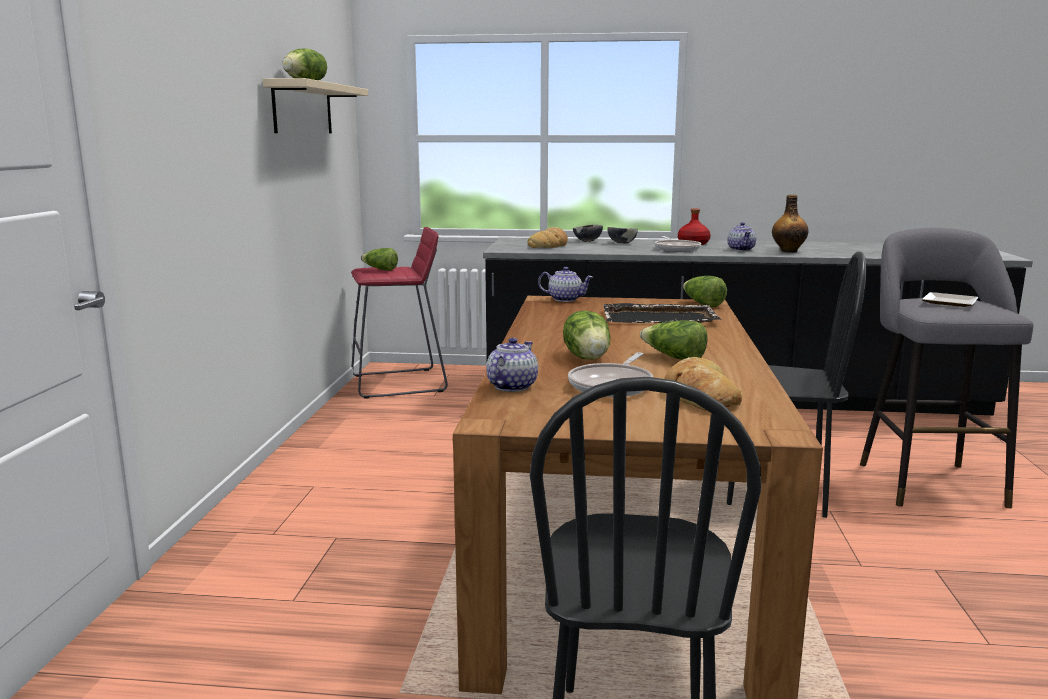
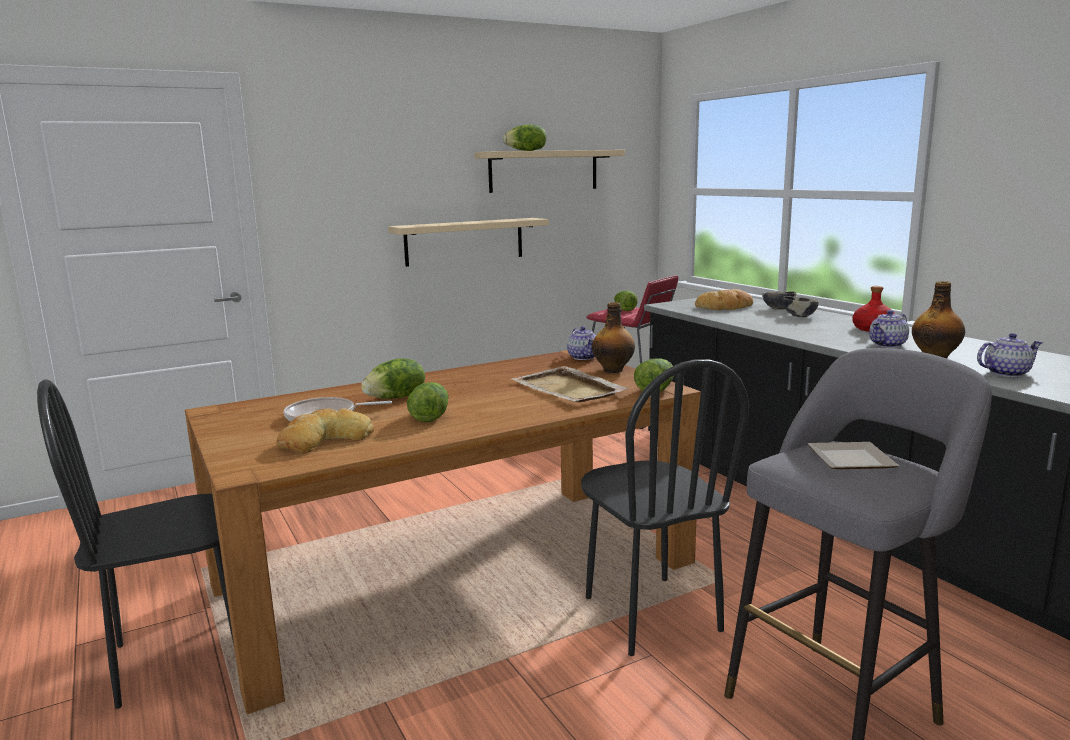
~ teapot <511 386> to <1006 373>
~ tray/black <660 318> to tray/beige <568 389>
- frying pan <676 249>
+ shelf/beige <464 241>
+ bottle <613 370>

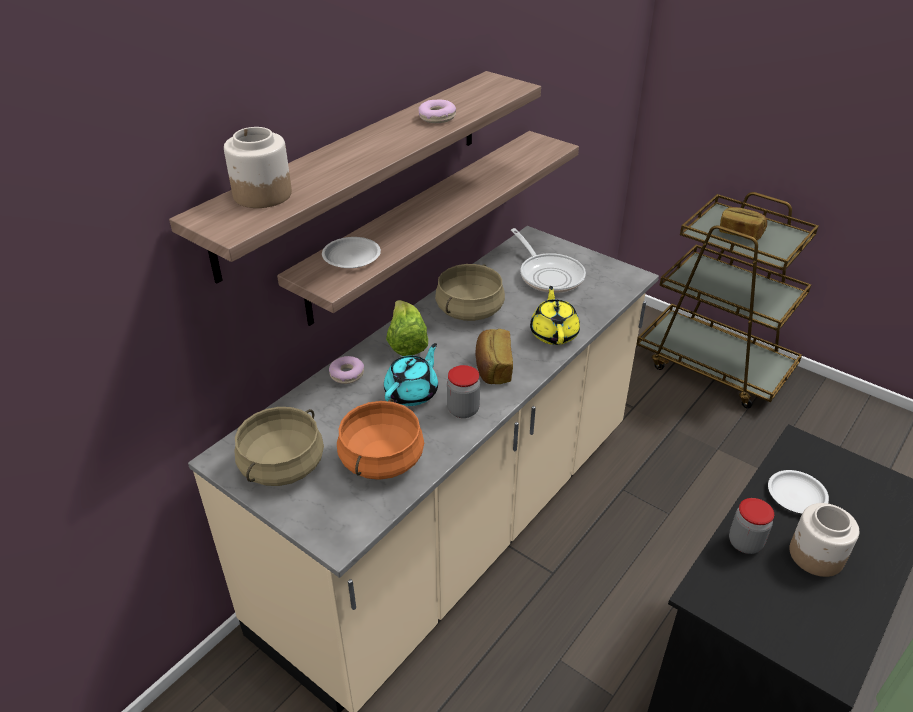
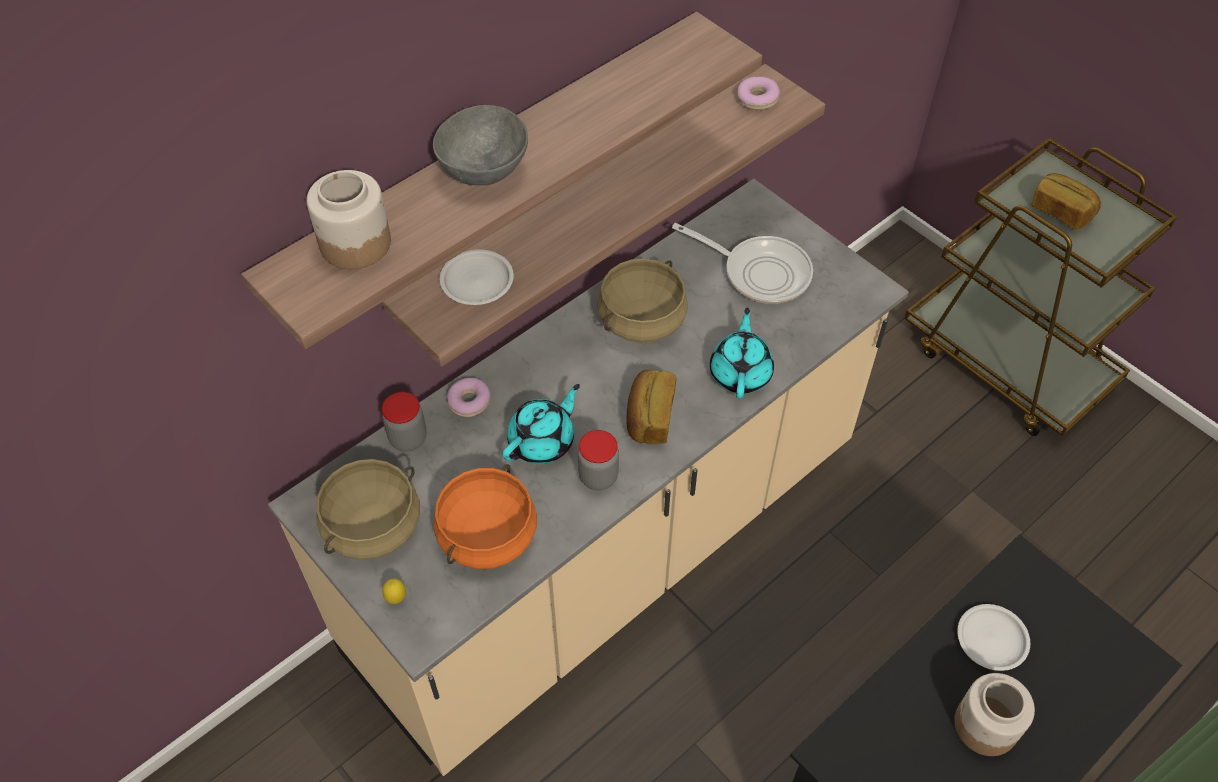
- lettuce <406 343>
~ donut <437 117> to <757 99>
~ frying pan <548 275> = <760 272> 45 degrees counterclockwise
~ teapot/yellow <554 333> to teapot/turquoise <740 372>
~ jar <745 543> to <408 438>
+ lemon <396 599>
+ bowl/grey <486 169>

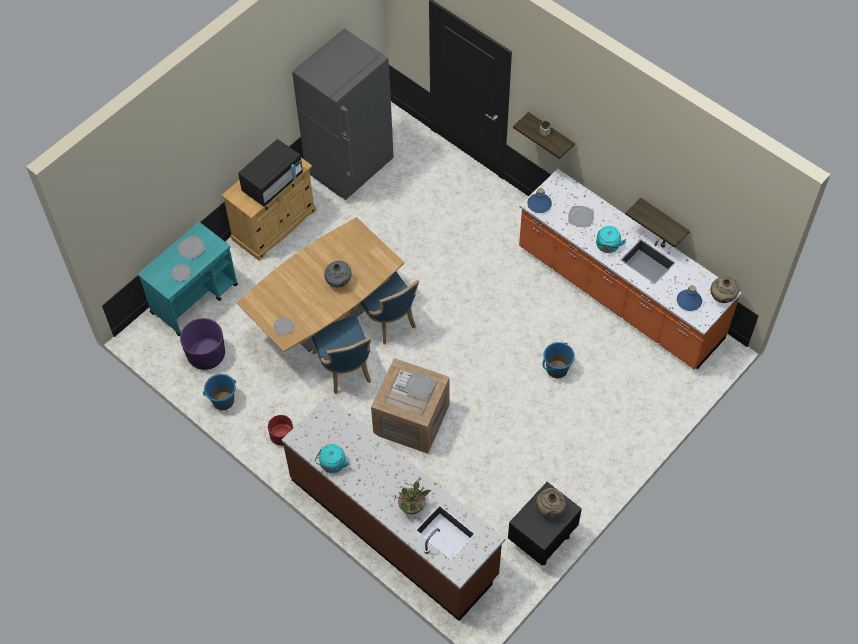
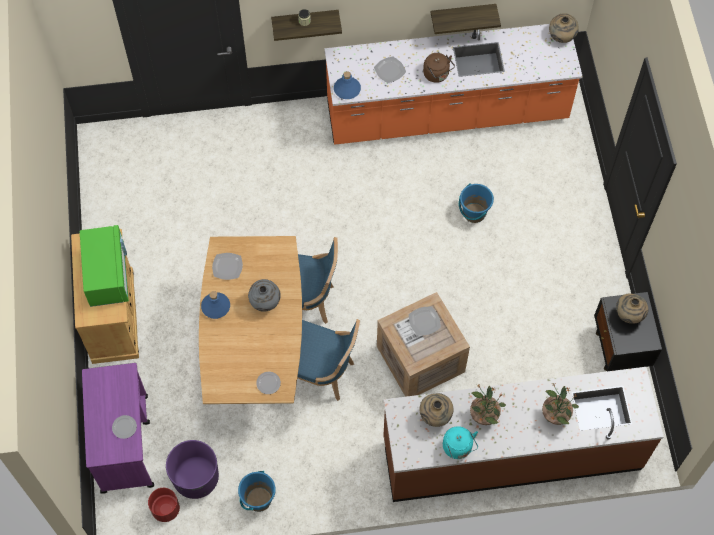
~ cart/turquoise <195 298> to cart/purple <125 442>
~ plate <191 248> to <227 267>
~ microwave/black <273 183> to microwave/green <108 275>
~ planter/red <282 436> to <165 509>
- fridge/grey <350 168>
~ kettle/turquoise <607 246> to kettle/brown <437 75>
~ bottle/blue <689 301> to <216 306>
+ vase/beige <435 416>
+ potted plant <484 415>

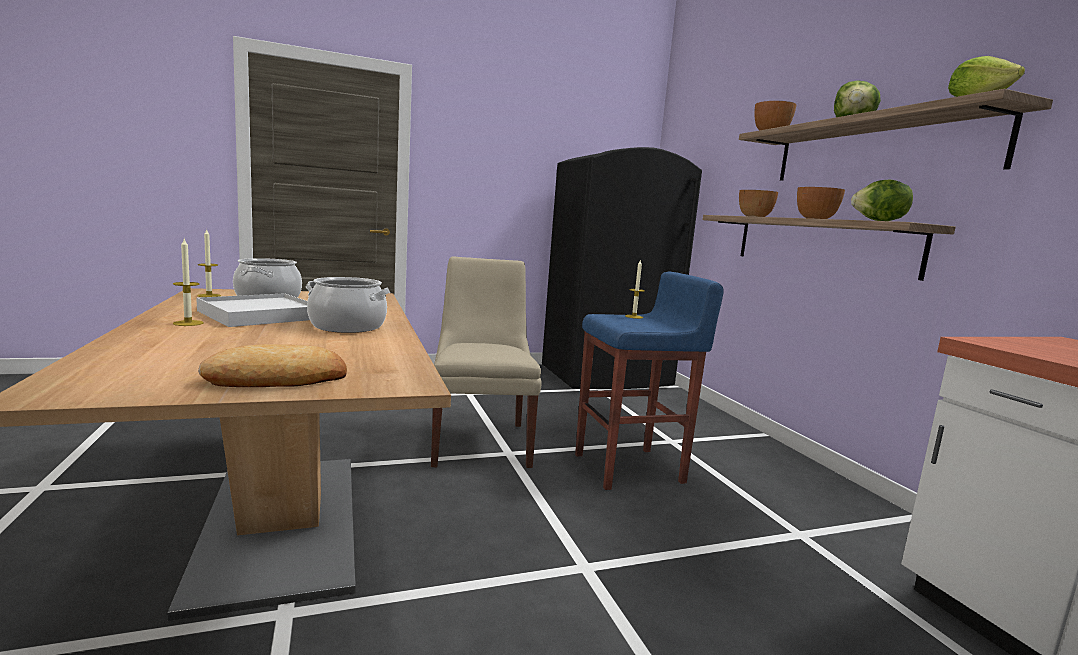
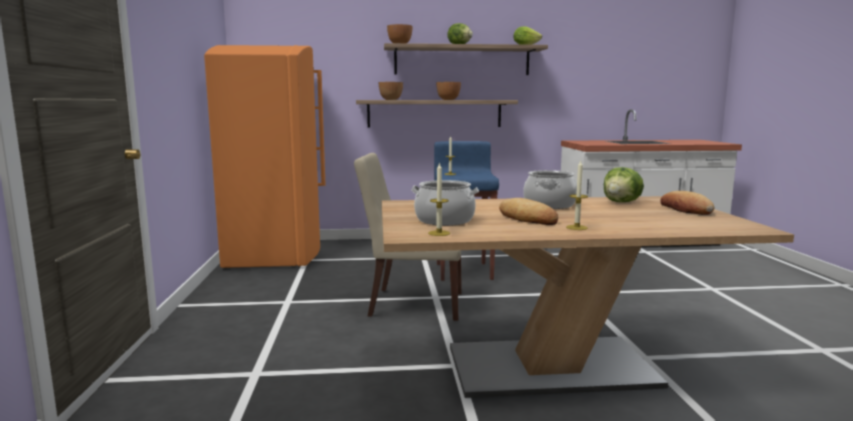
~ tray/white <260 315> to bread <527 218>
~ fridge/black <607 377> to fridge/orange <275 254>
~ lettuce <879 221> to <621 202>

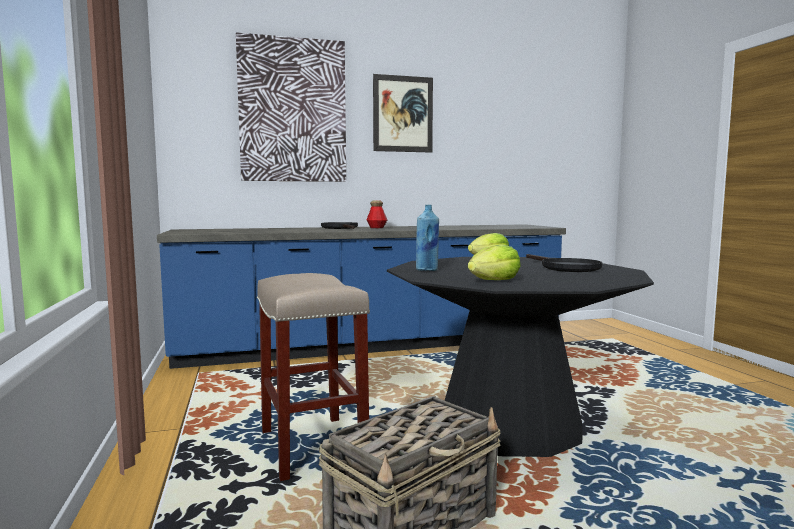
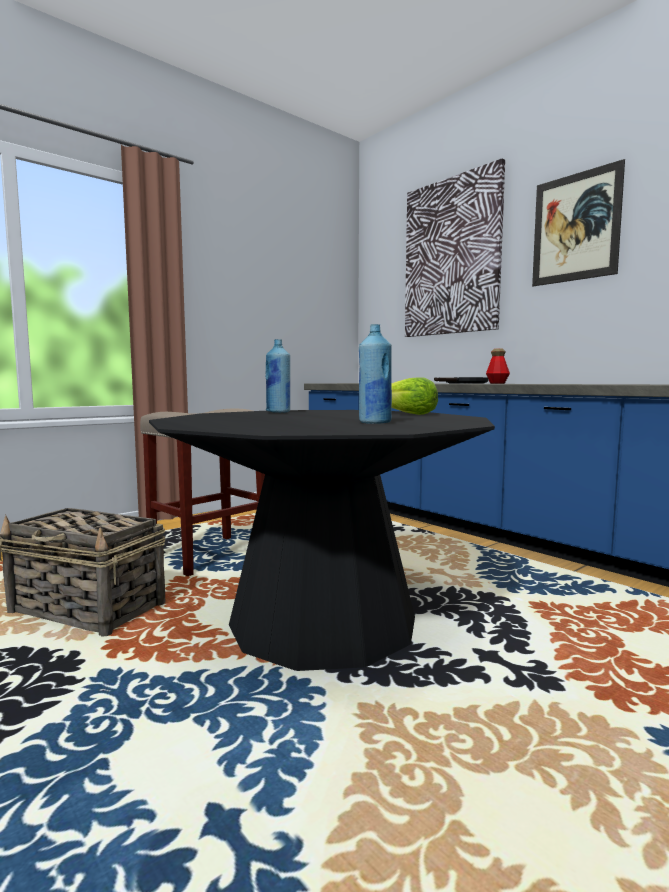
- lettuce <494 281>
~ frying pan/black <565 267> to bottle/blue <374 422>

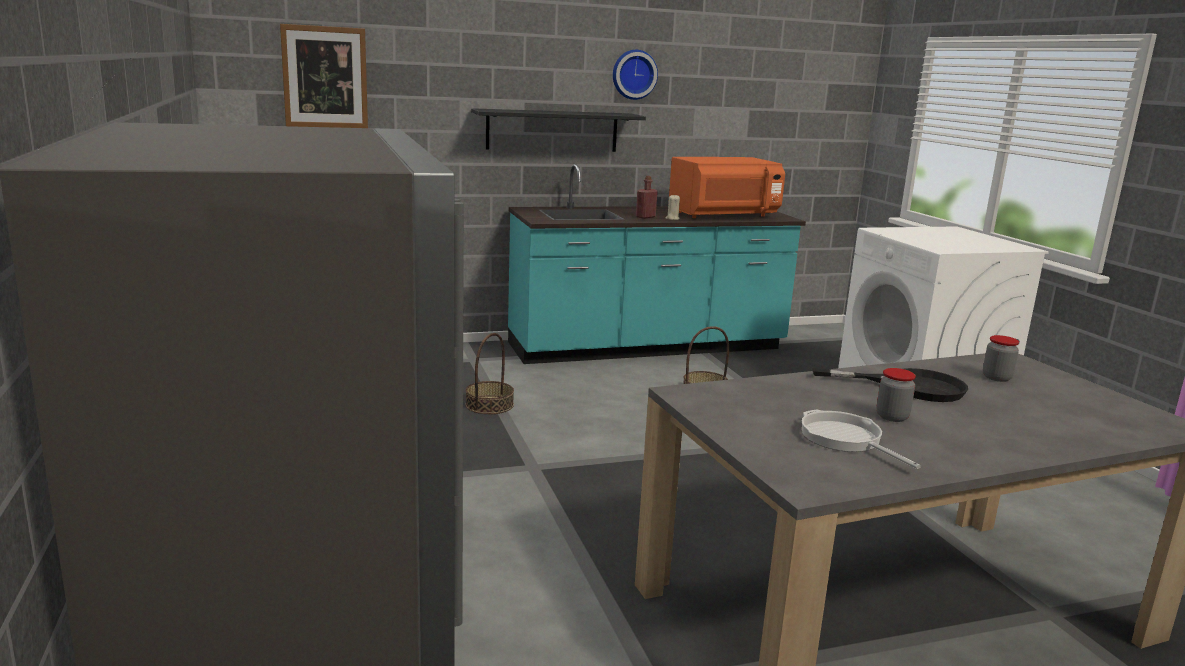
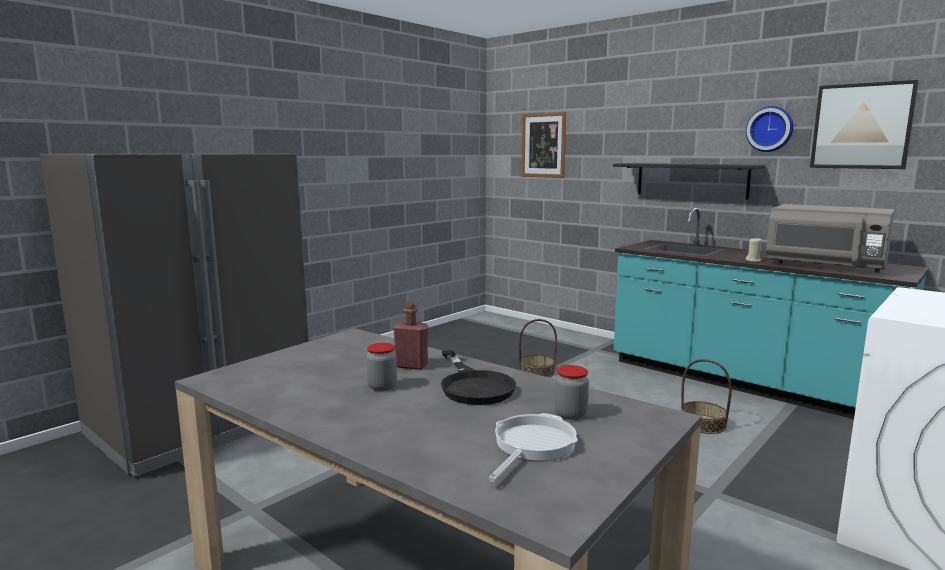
~ bottle/red <645 217> to <411 366>
~ microwave/orange <723 216> to microwave/grey <825 266>
~ frying pan <844 439> to <532 445>
+ picture <861 126>

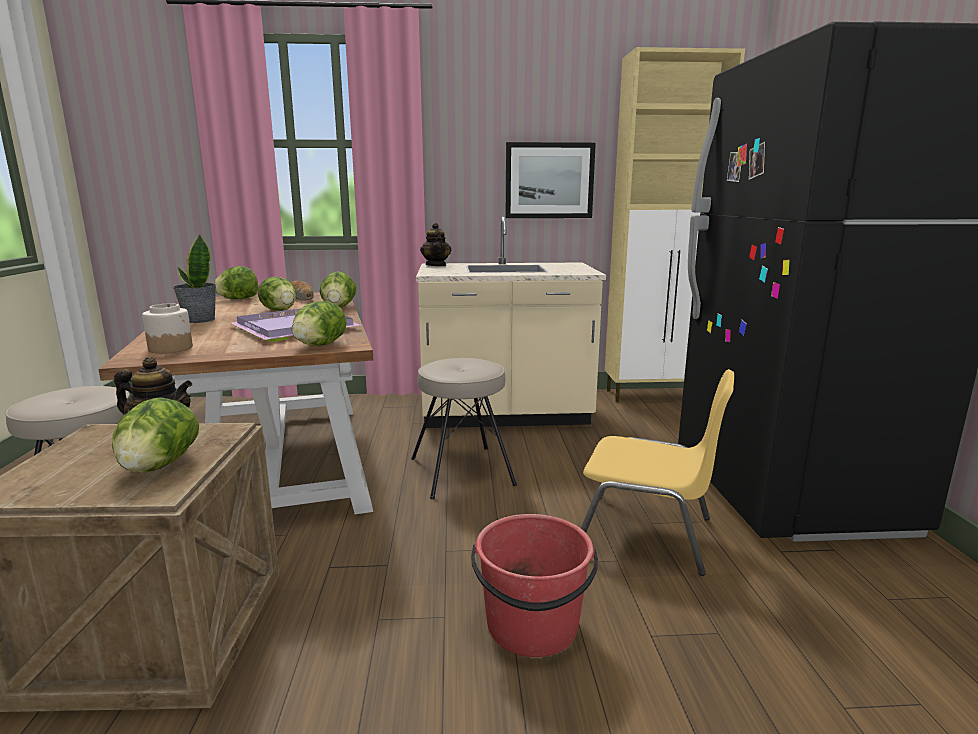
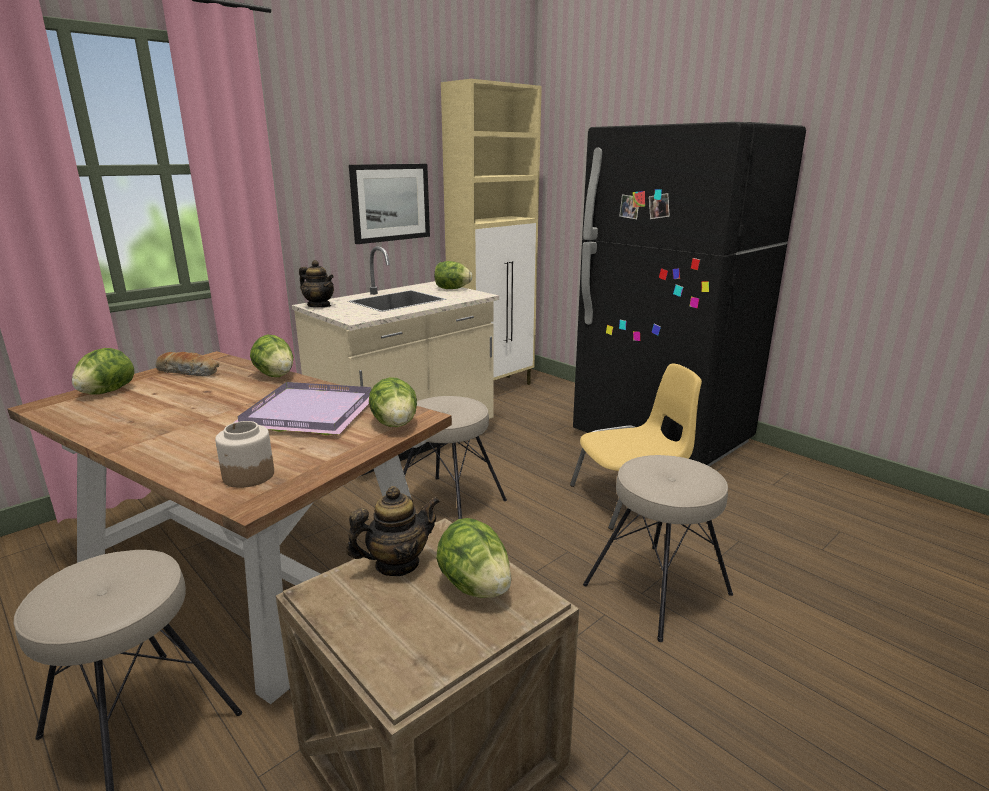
- potted plant <199 320>
~ lettuce <280 310> to <452 289>
~ bucket/red <532 627> to stool/beige <658 590>

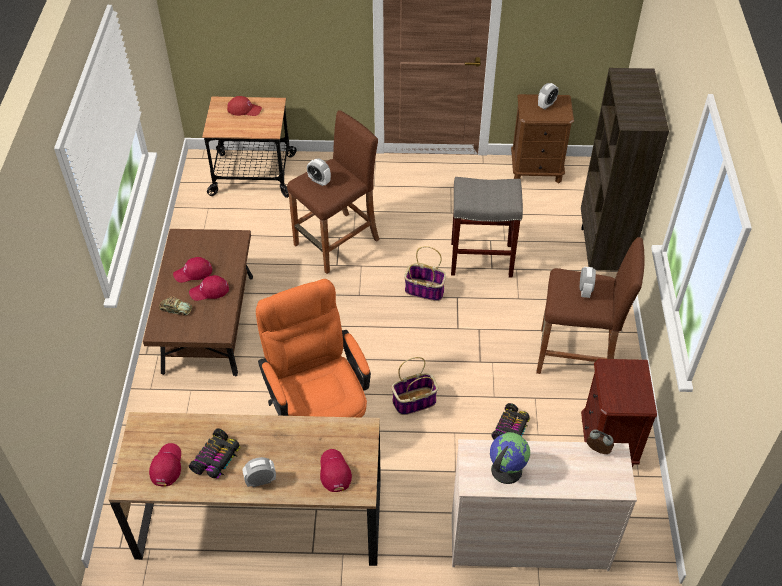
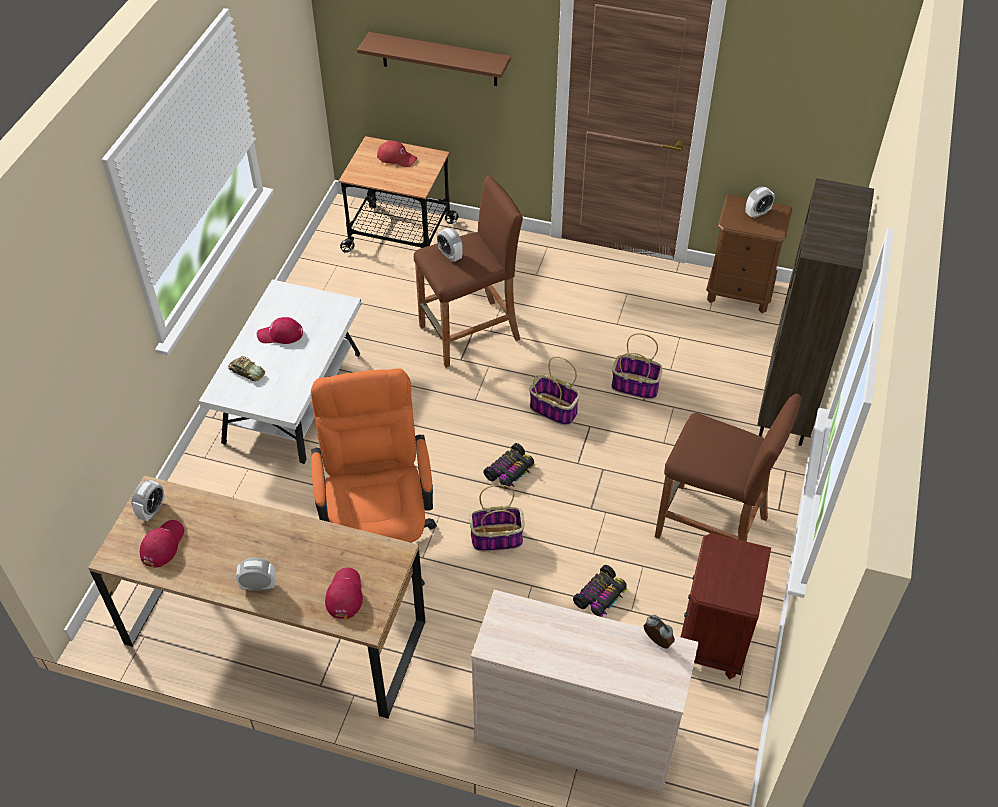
~ coffee table/brown <208 324> to coffee table/white <292 397>
- cap/red <209 291>
~ toy car <217 459> to <510 471>
~ stool/grey <482 259> to basket <636 386>
- globe <506 470>
~ alarm clock <585 290> to <152 510>
+ shelf/brown <439 59>

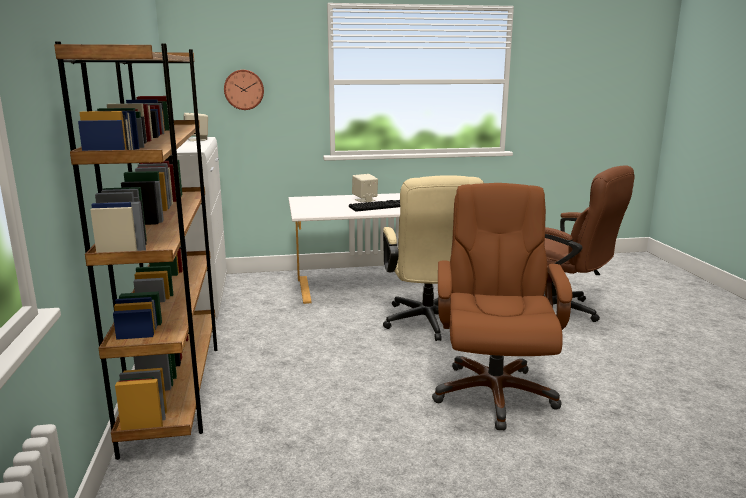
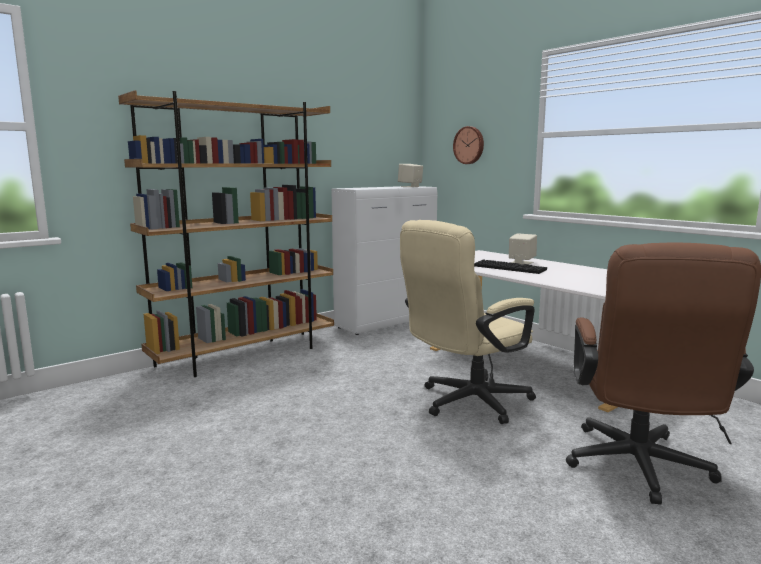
- office chair/brown <493 393>

